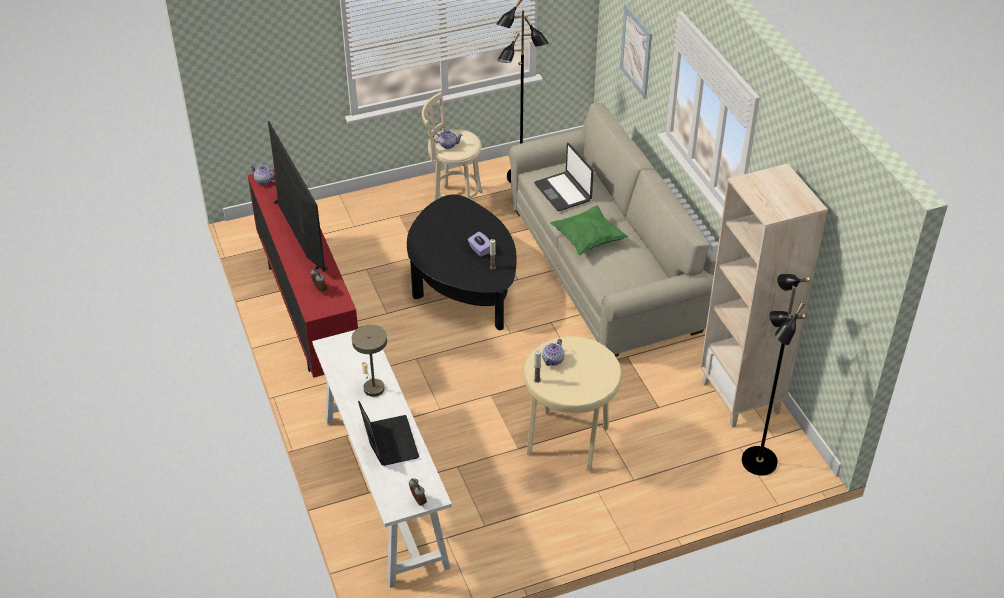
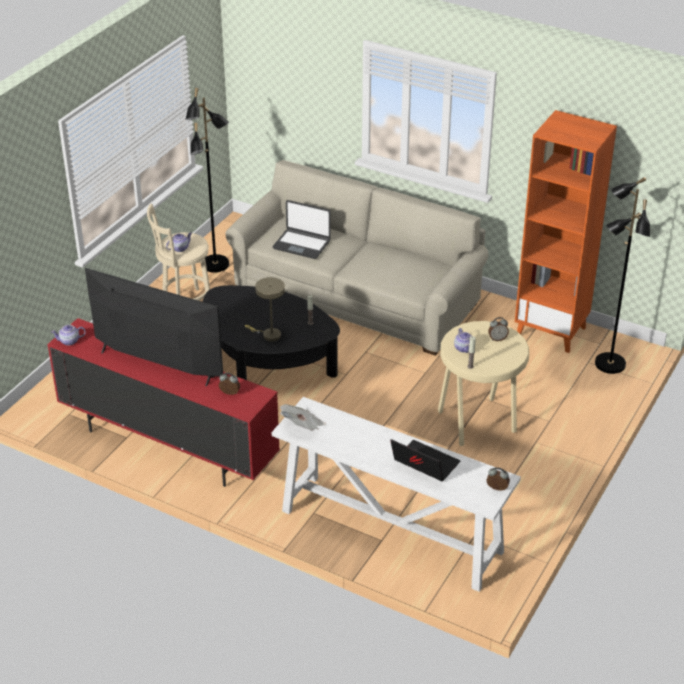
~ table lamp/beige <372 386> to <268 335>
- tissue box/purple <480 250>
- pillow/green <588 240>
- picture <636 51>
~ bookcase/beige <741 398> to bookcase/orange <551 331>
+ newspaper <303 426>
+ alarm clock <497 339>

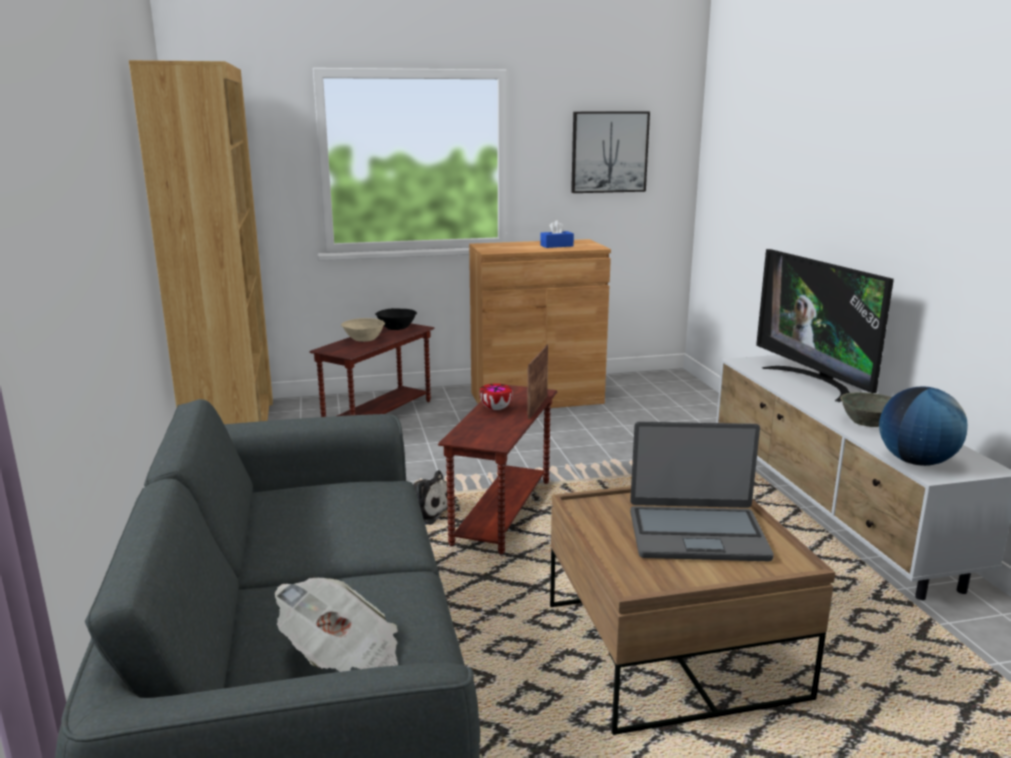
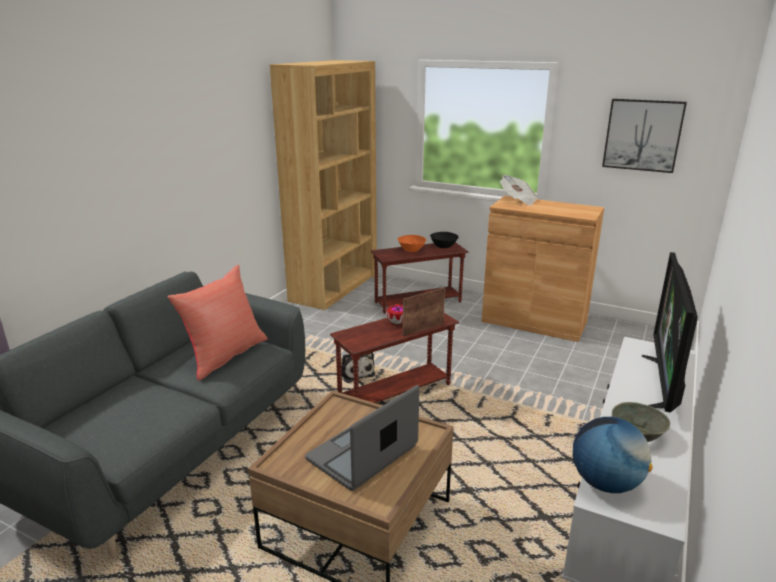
~ newspaper <343 656> to <518 200>
~ bowl/beige <363 339> to bowl/orange <411 250>
- tissue box/blue <556 246>
~ laptop <697 534> = <363 454> 90 degrees clockwise
+ pillow/red <225 355>

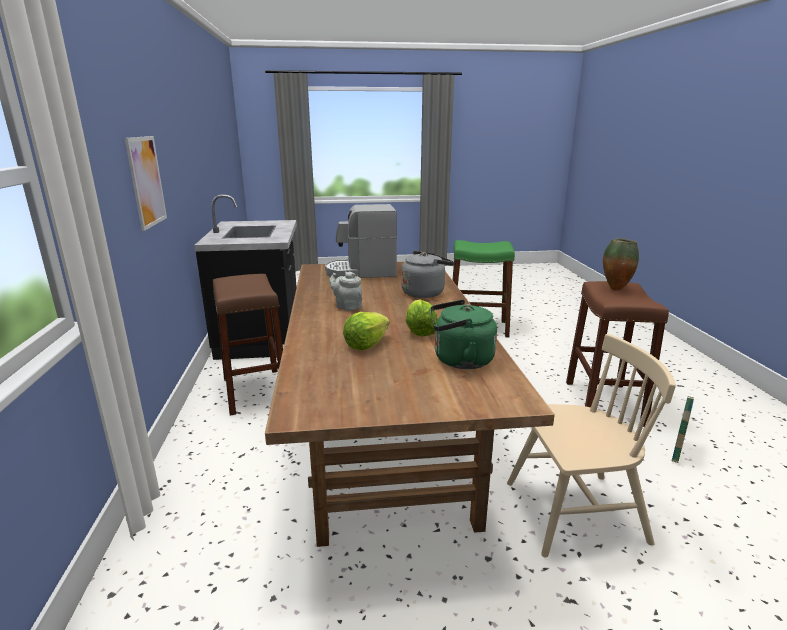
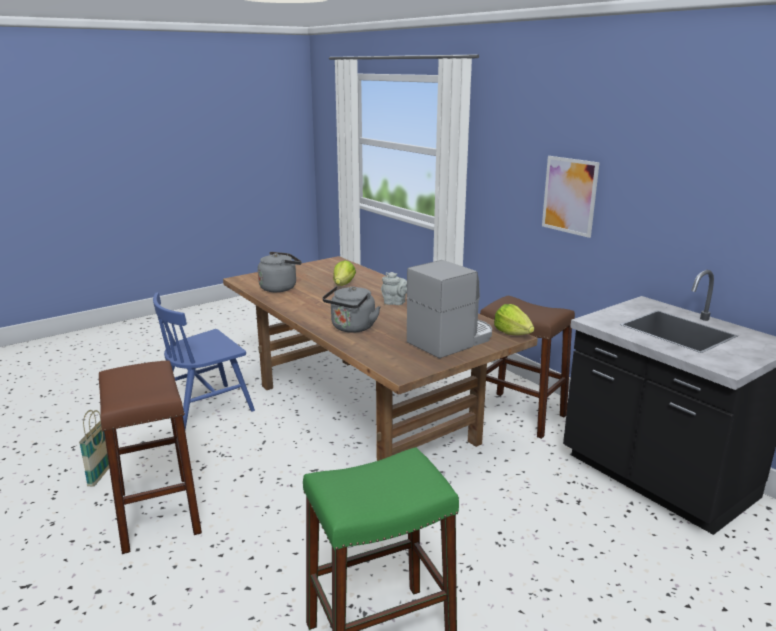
~ lettuce <420 331> to <512 333>
~ kettle/green <459 360> to kettle/grey <280 288>
~ chair/beige <574 512> to chair/blue <206 408>
- vase <614 289>

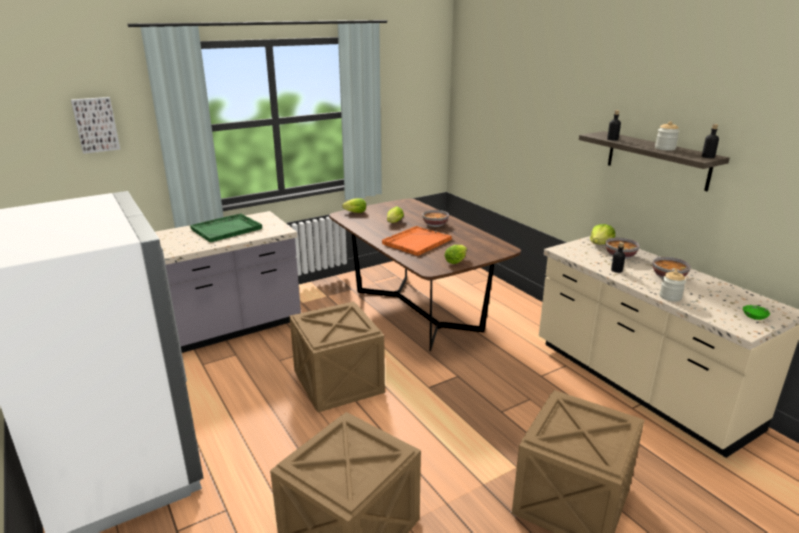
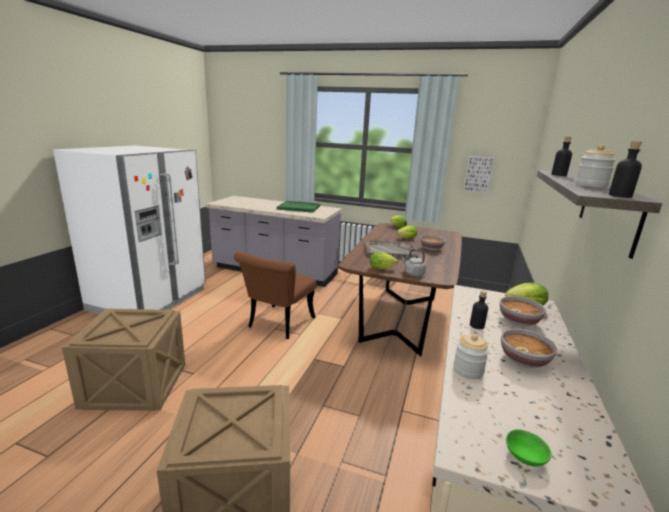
~ picture <95 124> to <478 174>
~ crate <338 383> to chair/brown <277 324>
~ tray/orange <416 242> to tray/grey <389 250>
+ kettle/grey <413 273>

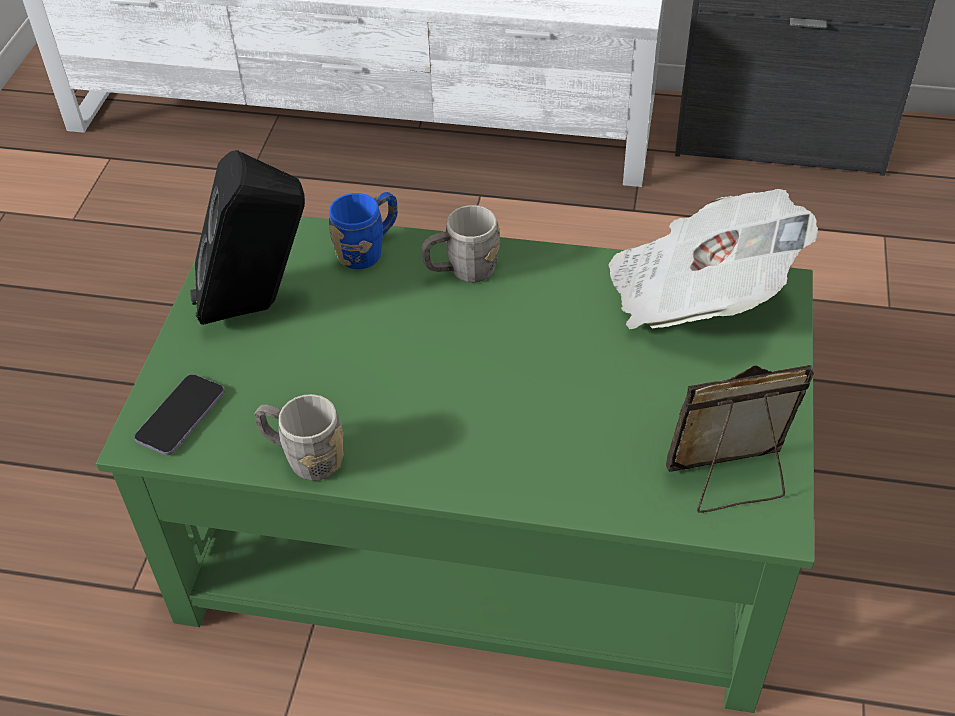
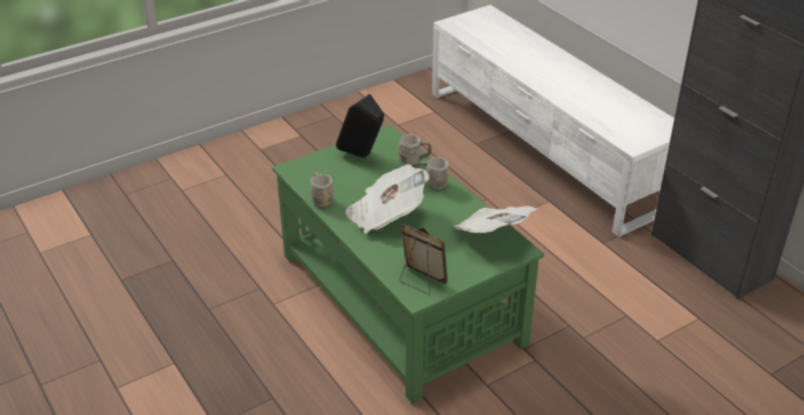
- phone <181 416>
~ mug/blue <368 249> to mug/grey <414 161>
+ newspaper <386 215>

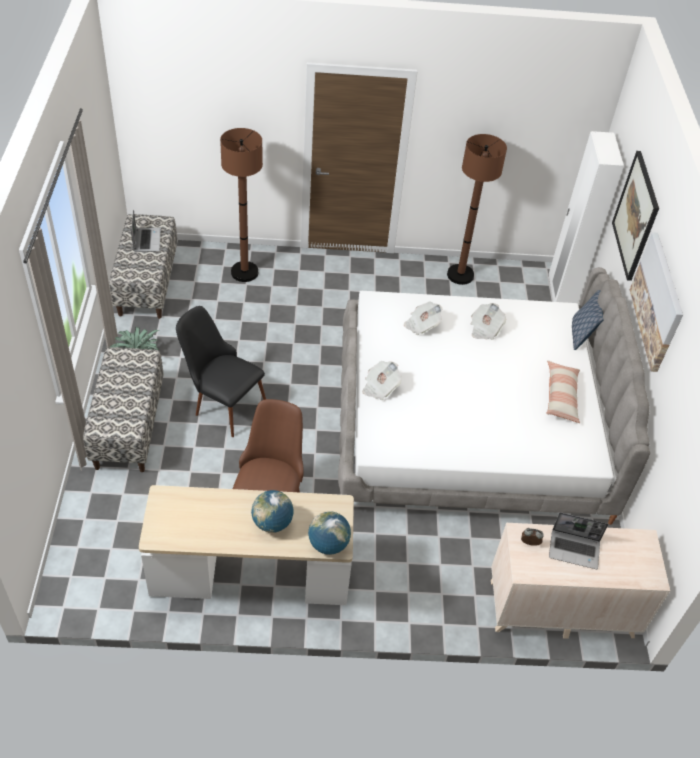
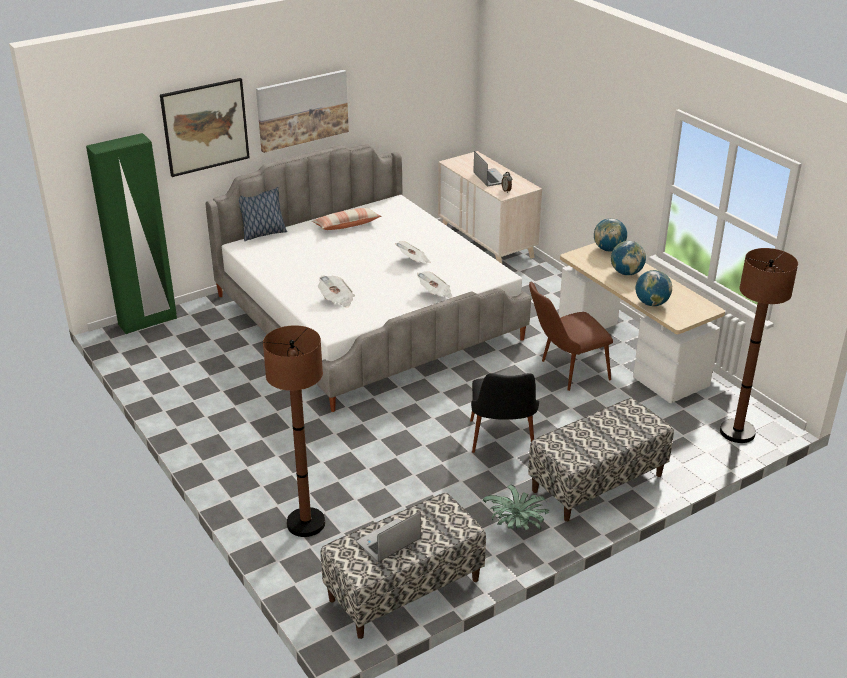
~ floor lamp/brown <460 275> to <737 432>
~ newspaper <484 329> to <413 261>
~ wardrobe/white <560 295> to wardrobe/green <148 321>
+ globe <651 303>

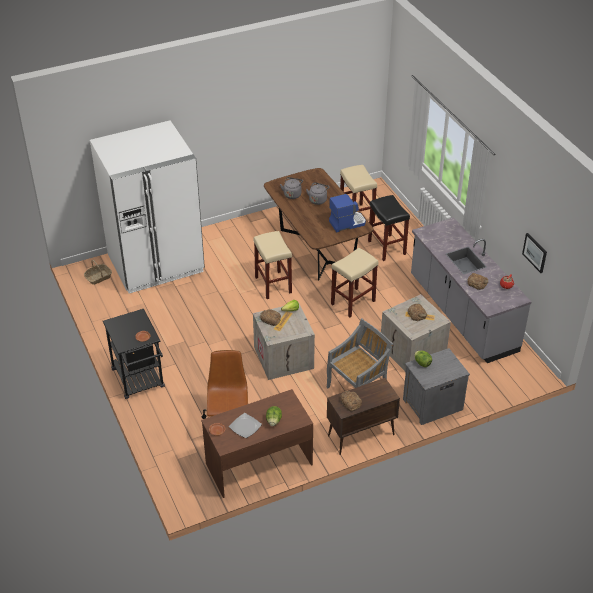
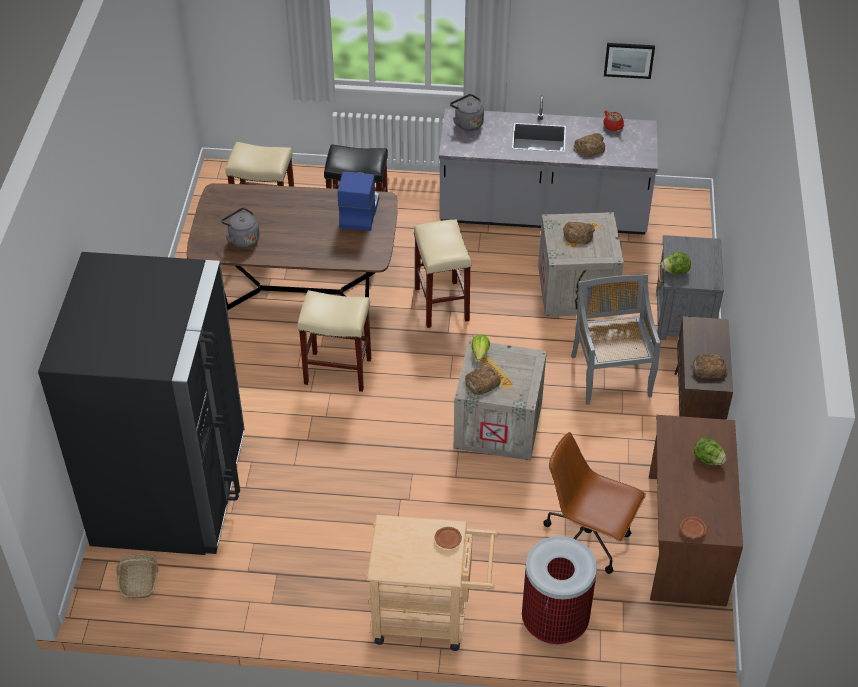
~ fridge/white <155 263> to fridge/black <170 491>
~ cart/black <140 381> to cart/beige <430 617>
- plate <245 426>
~ kettle/grey <318 200> to <467 123>
+ trash can <554 622>

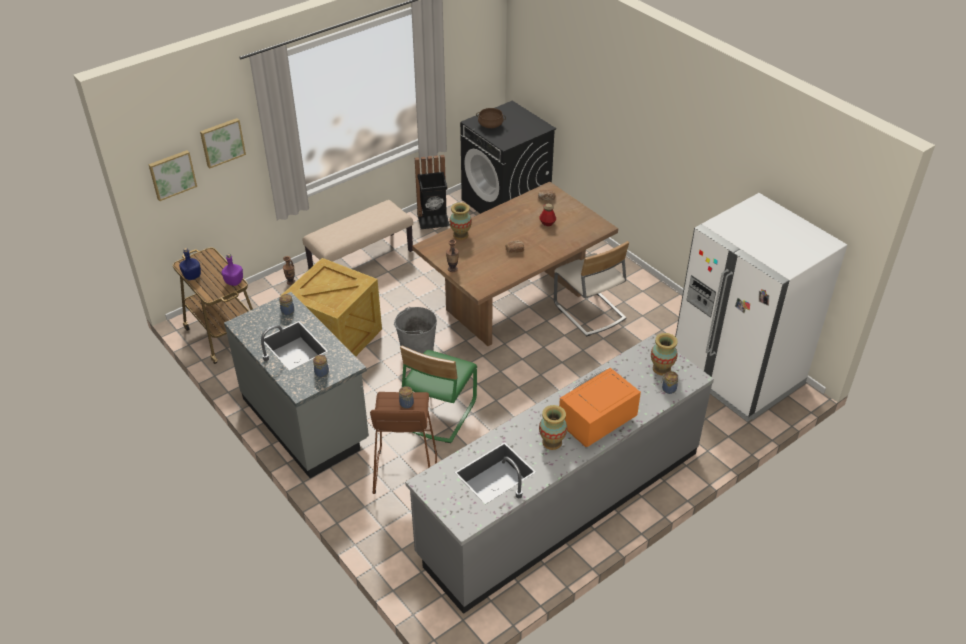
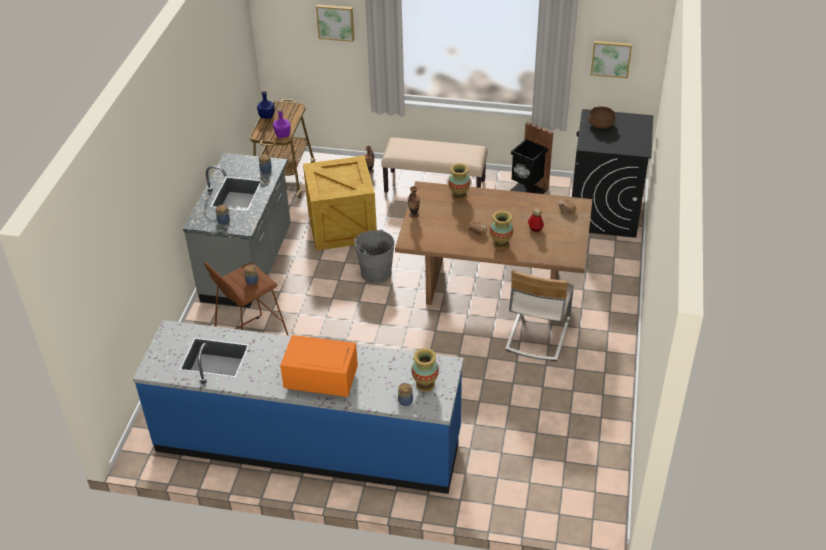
~ picture <172 174> to <611 58>
- chair/green <438 413>
~ counter/grey <561 502> to counter/blue <308 441>
~ vase <552 442> to <501 244>
- fridge/white <736 375>

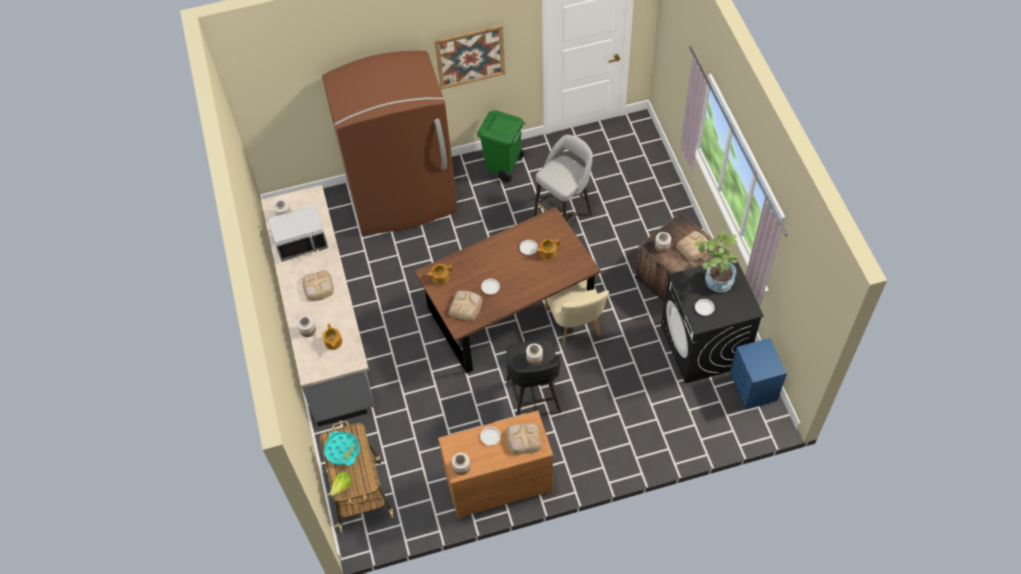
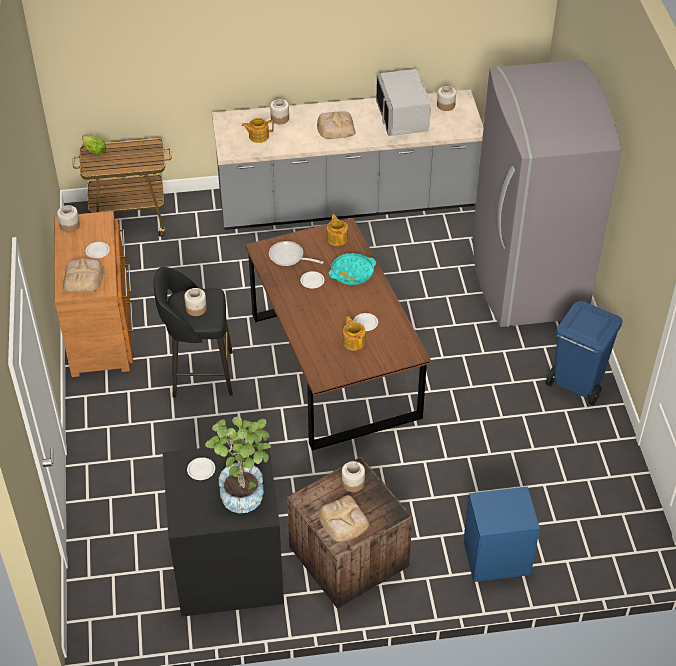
~ fridge/brown <403 200> to fridge/grey <526 278>
~ tray/turquoise <342 450> to <352 272>
- picture <470 56>
~ bread <466 306> to frying pan <289 257>
~ trash can/green <503 166> to trash can/blue <576 384>
- stool/grey <564 215>
- chair/beige <575 325>
~ nightstand/blue <753 388> to <495 557>

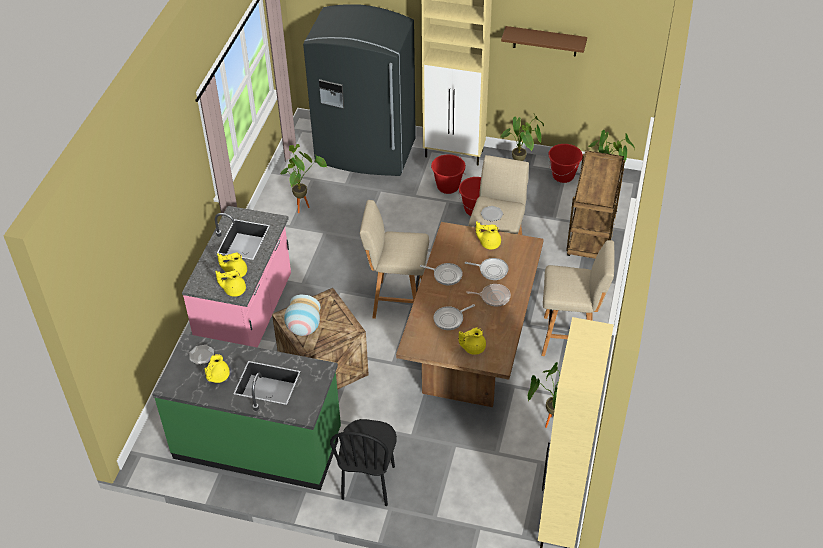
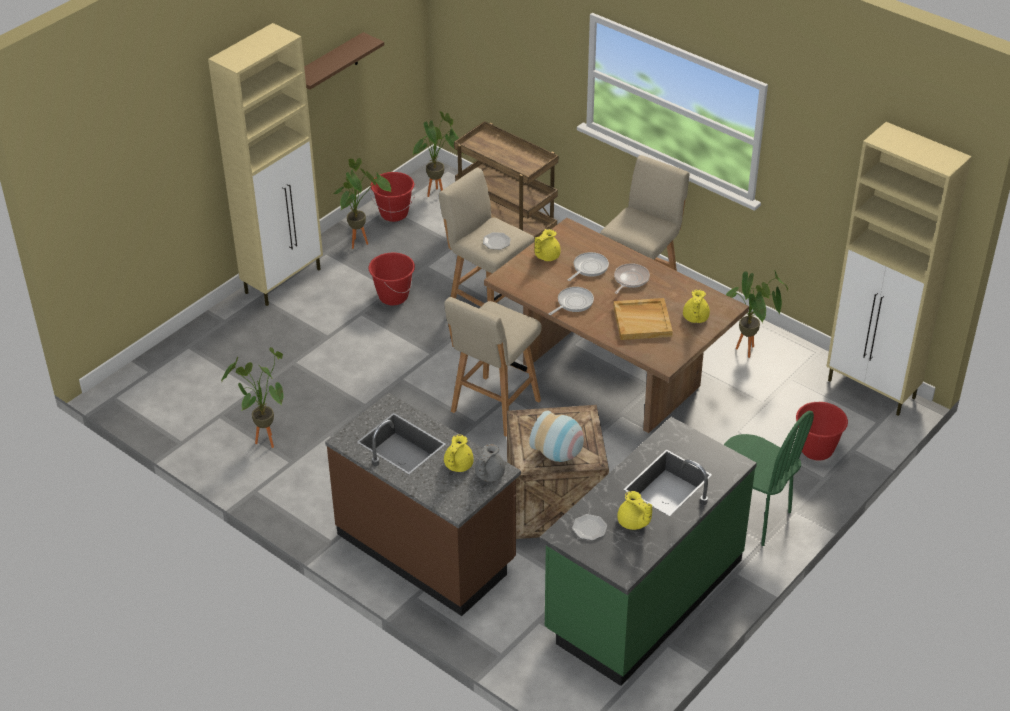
~ counter/pink <248 317> to counter/brown <427 548>
~ teapot/yellow <234 290> to teapot/grey <488 475>
- fridge/grey <365 152>
~ chair/black <369 482> to chair/green <751 516>
~ bucket/red <448 187> to <817 450>
~ frying pan <450 319> to tray/beige <642 321>

